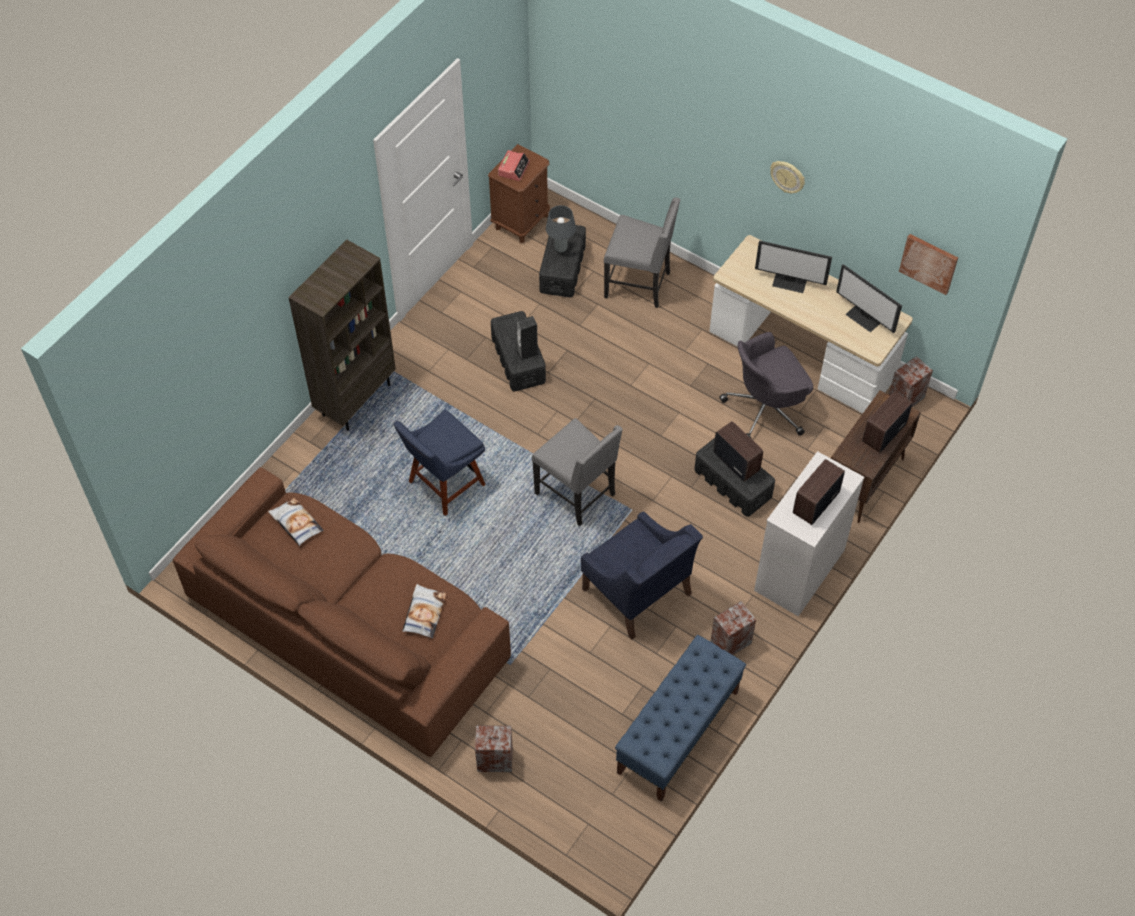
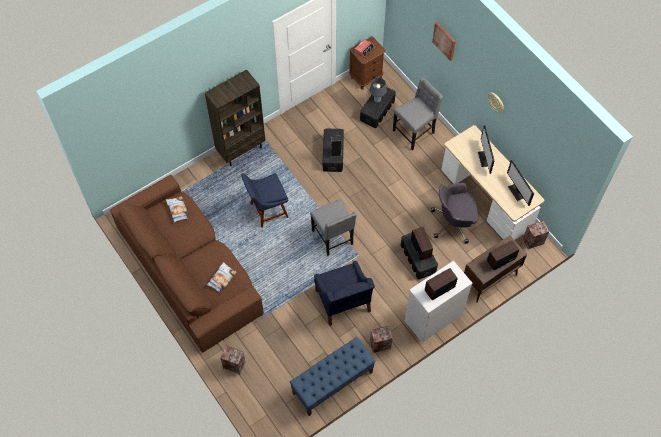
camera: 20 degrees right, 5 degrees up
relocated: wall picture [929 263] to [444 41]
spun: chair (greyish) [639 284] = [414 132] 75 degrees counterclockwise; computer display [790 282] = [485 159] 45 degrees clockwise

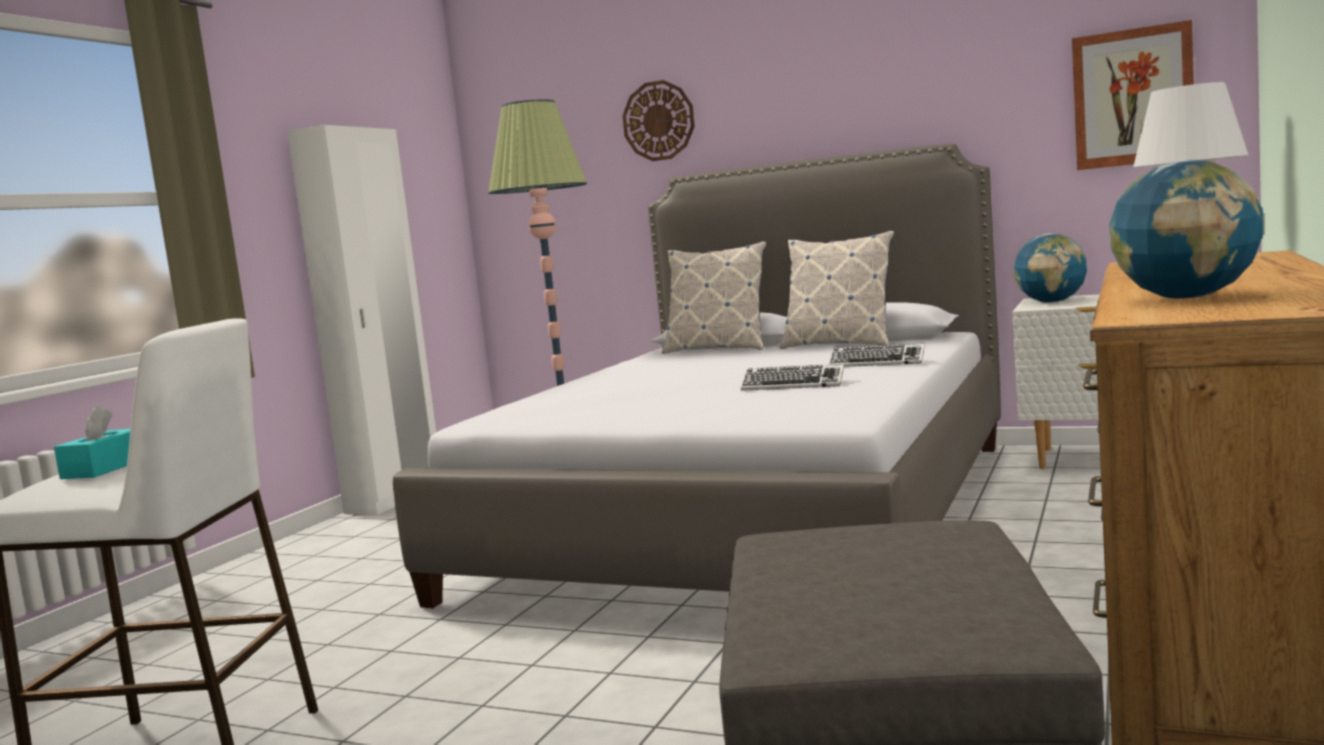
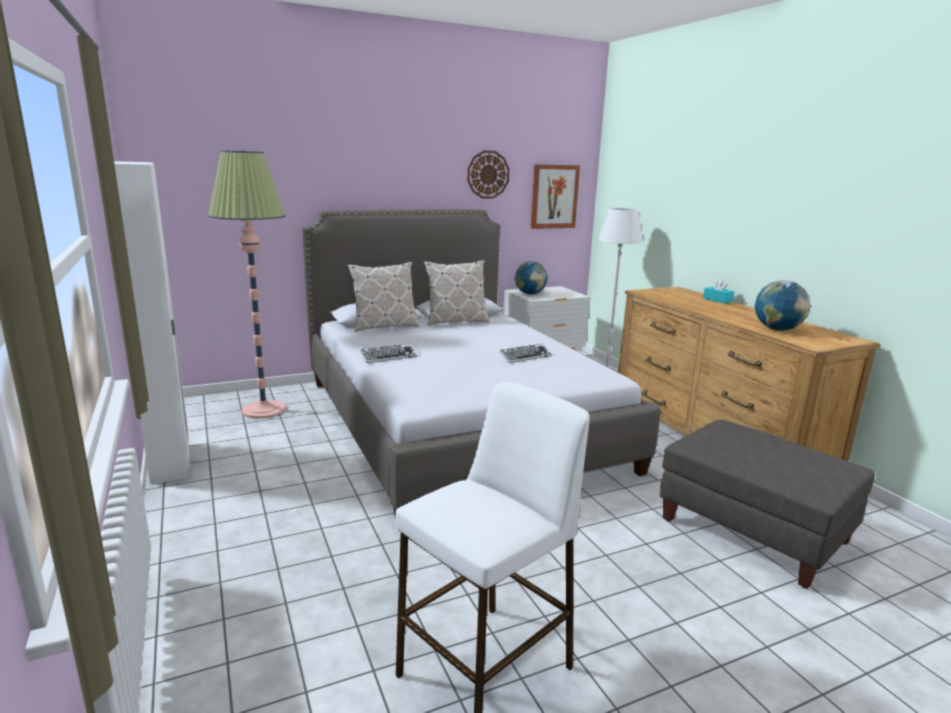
camera: 50 degrees left, 10 degrees up
relocated: tissue holder (blue-green) [104 469] to [717 300]; wall clock [658 121] to [488 174]; keyboard [877 362] to [389 357]

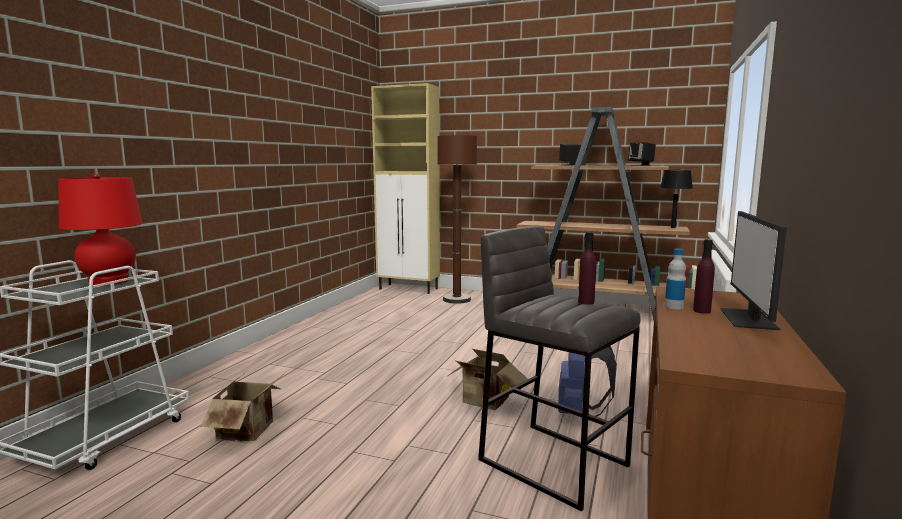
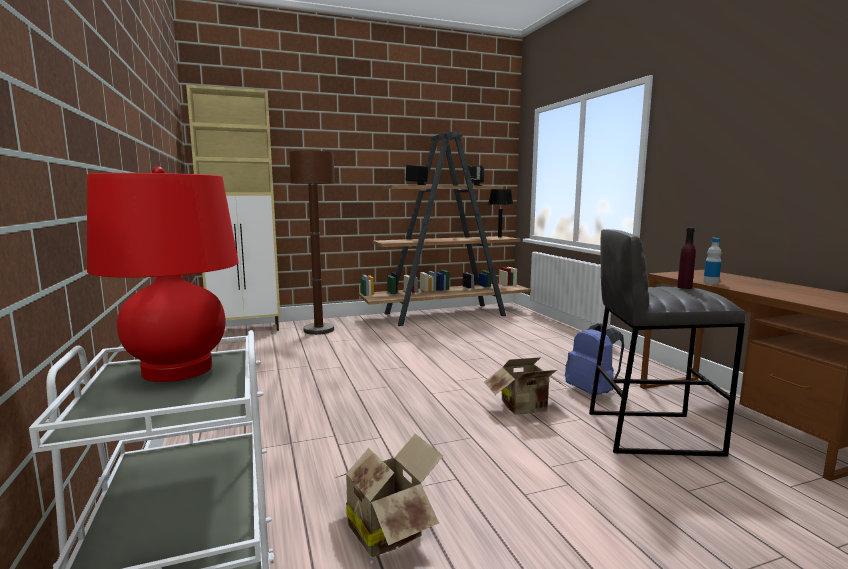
camera: 40 degrees left, 0 degrees up
missing: bottle (purplish) [701 311]; computer display [750 319]

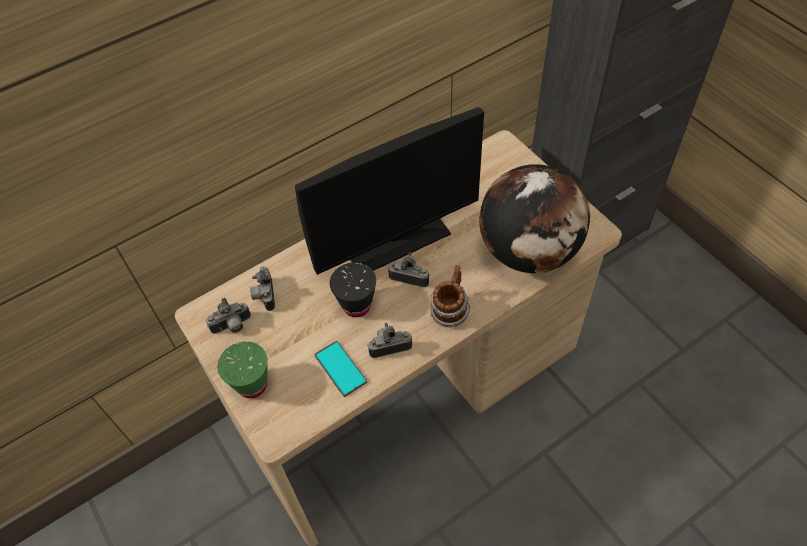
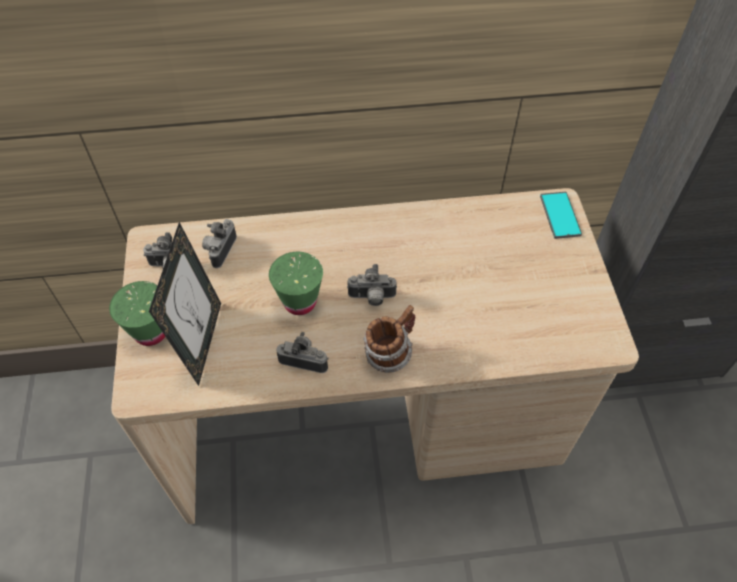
camera: 25 degrees right, 0 degrees up
missing: computer display [395 239]; world globe [529 251]
appeared: photo frame [202 342]
relocated: phone [340 369] to [560 215]
colour: small cup (blackish) [357 305] to small cup (greenish) [300 302]
spun: still camera [410 277] = [372 298] 135 degrees clockwise

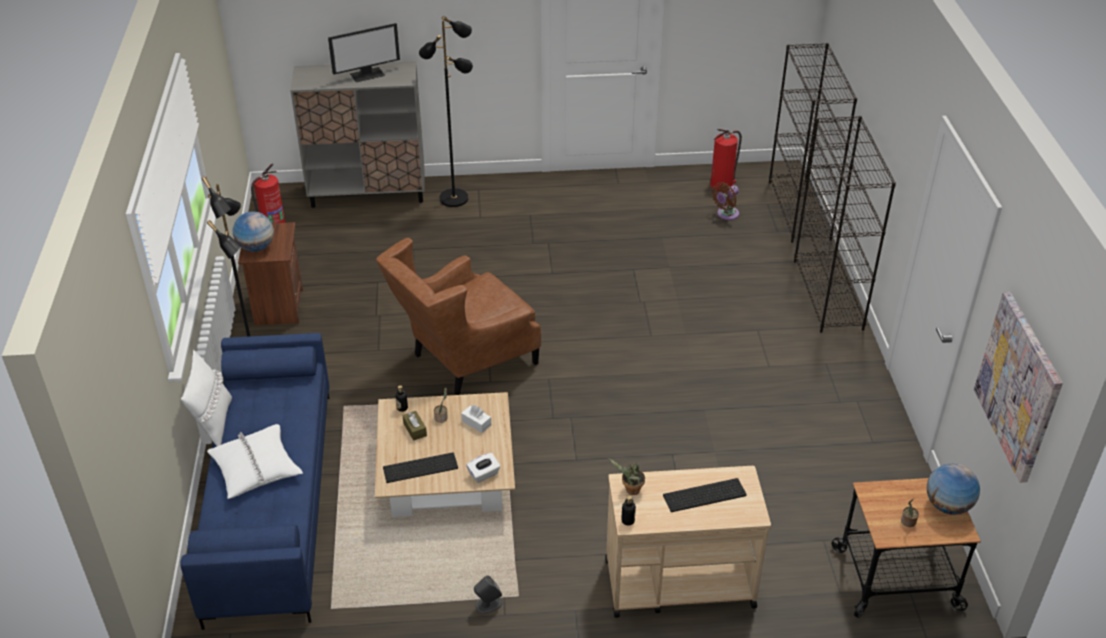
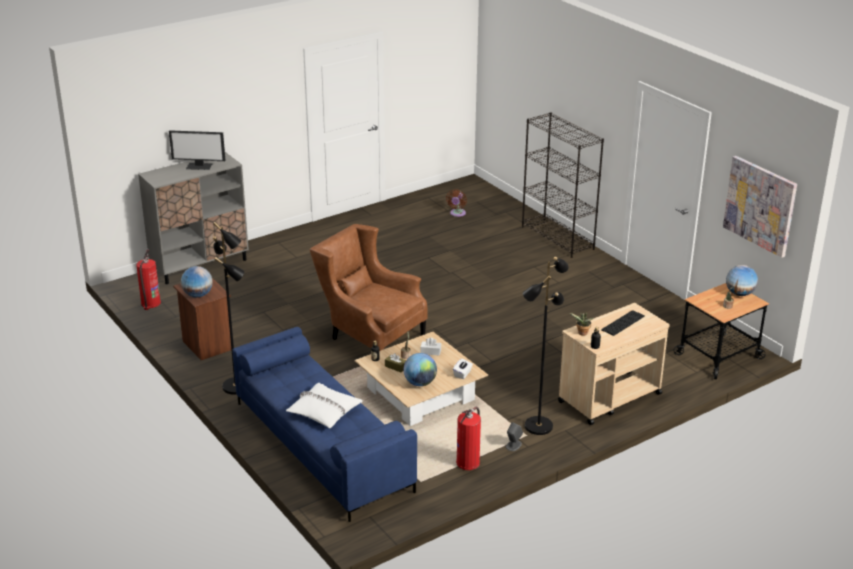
camera: 30 degrees left, 10 degrees down
missing: cushion (white-coloured) [213 423]; shelving unit (blackish) [799 211]
relocated: standing lamp (blackish) [454 198] to [538 426]; fire extinguisher [722 185] to [468 462]
exchanged: keyboard [421 467] to world globe [420 383]
spun: computer display [367 74] = [199 166] 60 degrees clockwise; easy chair (brownish) [464 361] = [370 335] 105 degrees clockwise

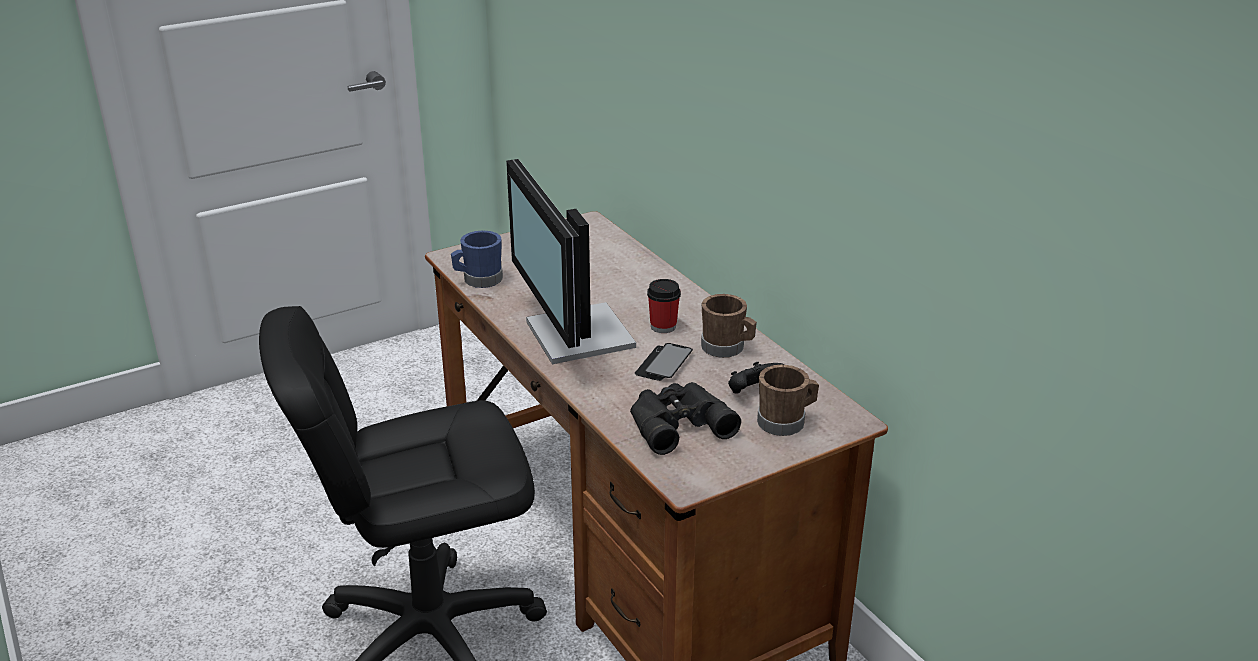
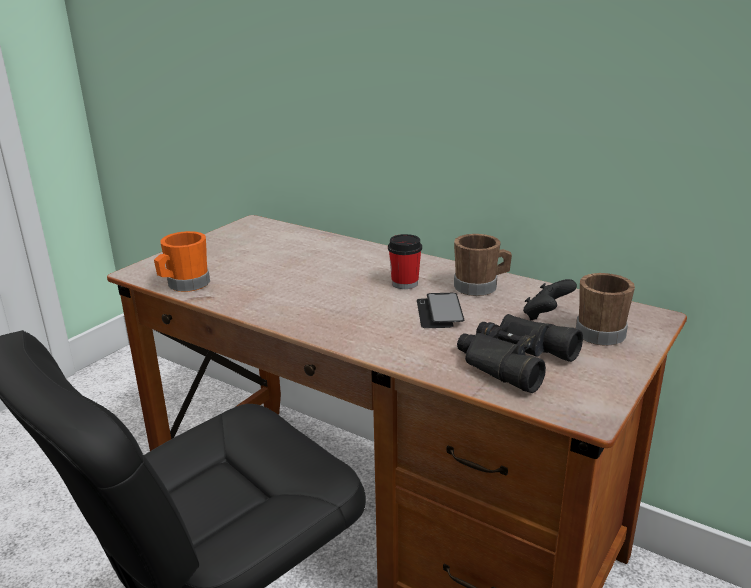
camera: 25 degrees left, 5 degrees down
missing: computer display [575 336]
colour: coffee mug (blue) [478 280] to coffee mug (orange) [185 285]

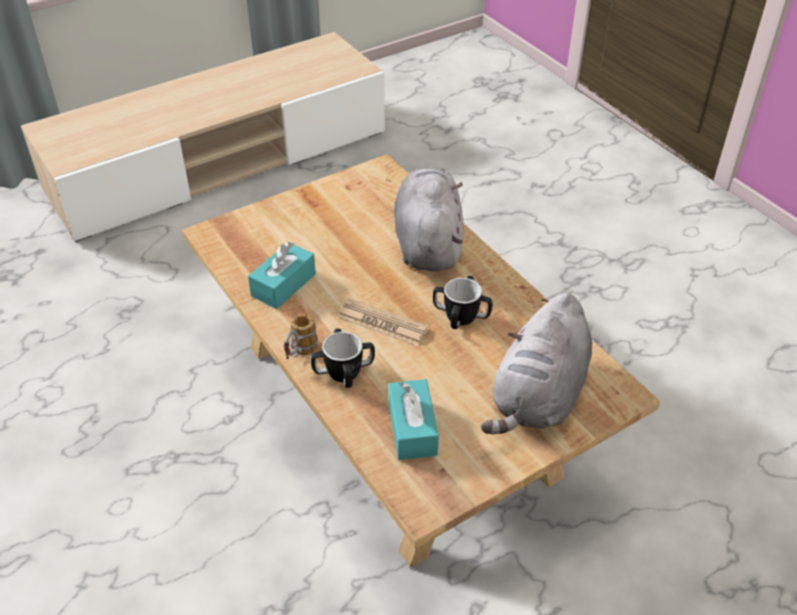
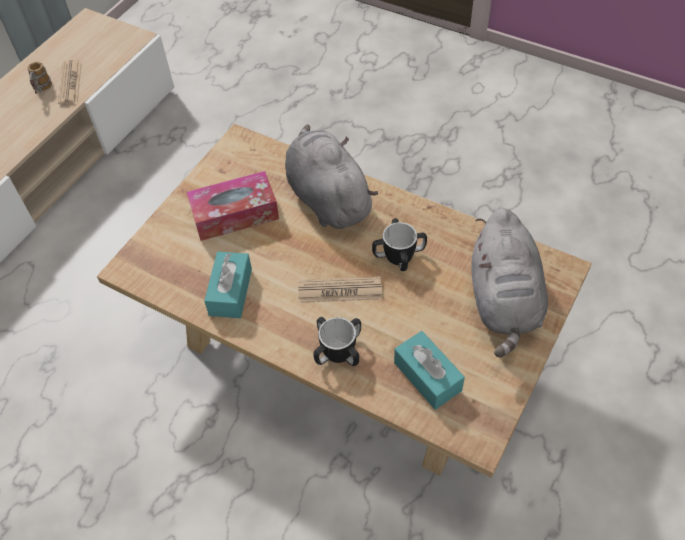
camera: 25 degrees left, 10 degrees up
appeared: daily paper [70 83]; tissue holder [235 214]
relocated: coffee mug [299 354] to [42 91]

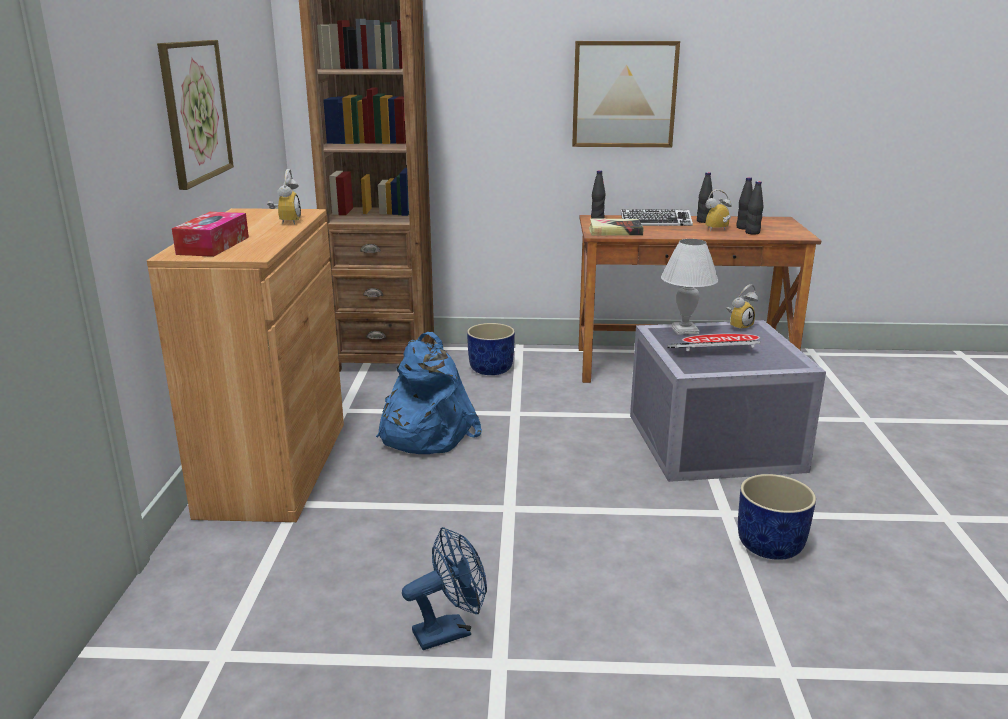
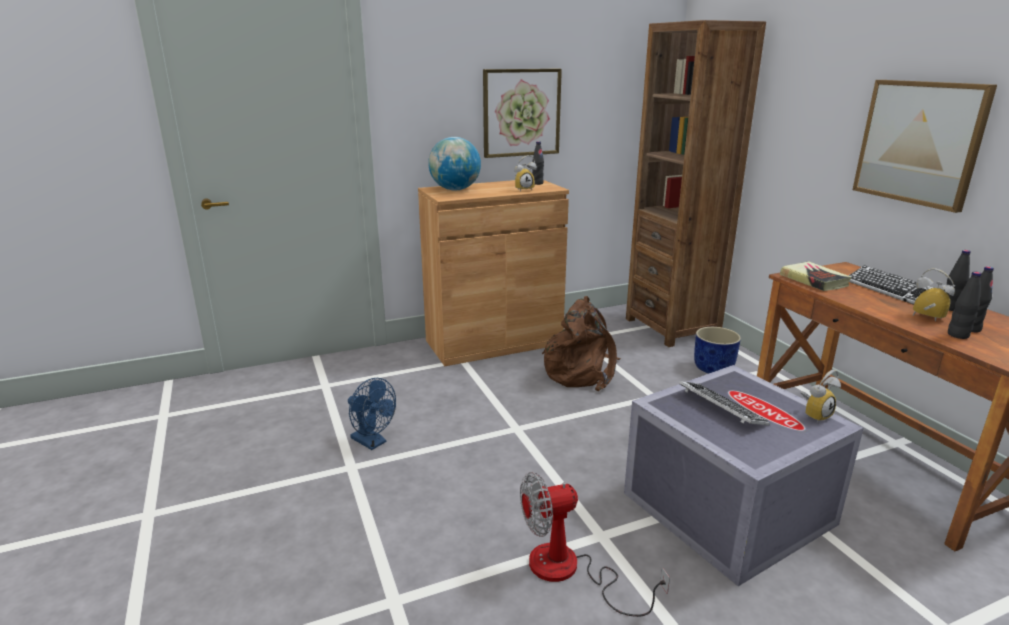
camera: 65 degrees right, 0 degrees up
missing: lamp for a table (white-coloured) [685 330]
relocated: bottle (blackish) [597 219] to [537 183]
exchanged: tissue holder [213 245] to world globe [455 190]; plant pot (blue) [771 545] to electric fan [569 571]
colour: backpack (blue) [423 433] to backpack (brownish) [581 372]
spun: table clock [738 326] = [814 414] 60 degrees counterclockwise

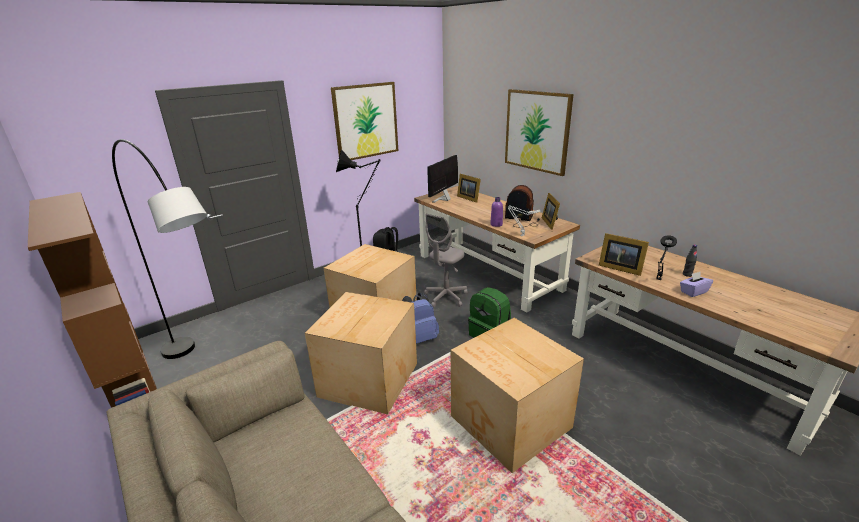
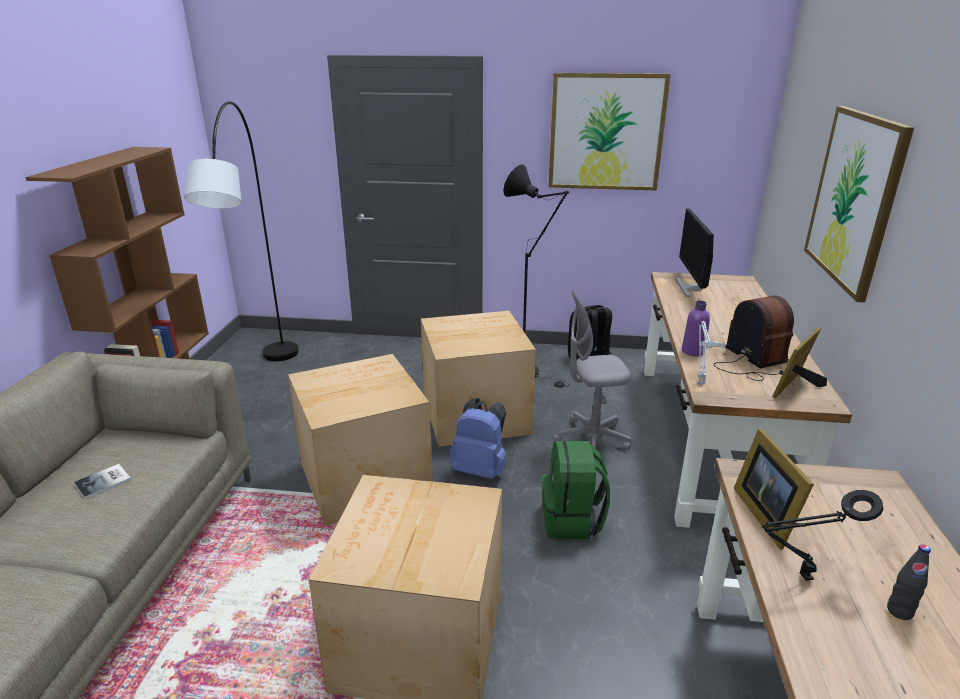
camera: 45 degrees right, 0 degrees up
missing: photo frame [468 198]; tissue holder (purplish) [693 292]
appeared: bound book [105 482]
spun: computer display [444 199] = [690 287] 75 degrees counterclockwise

